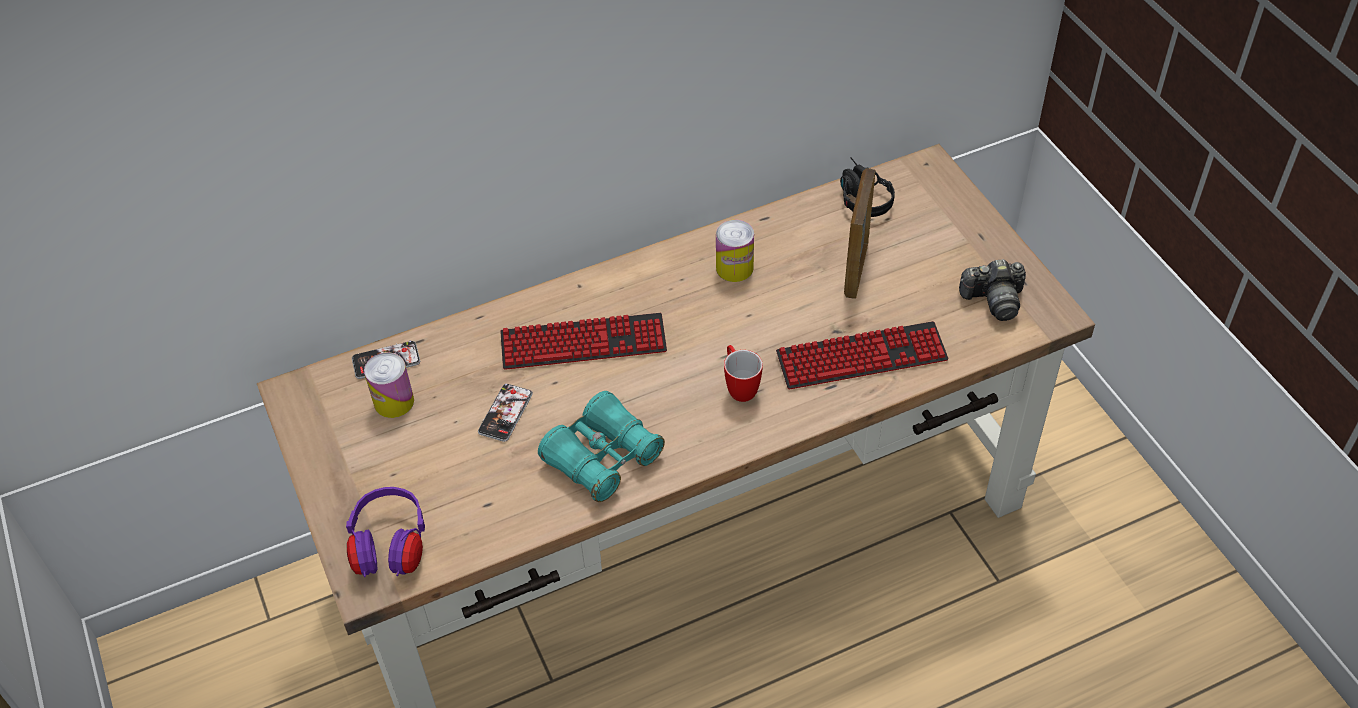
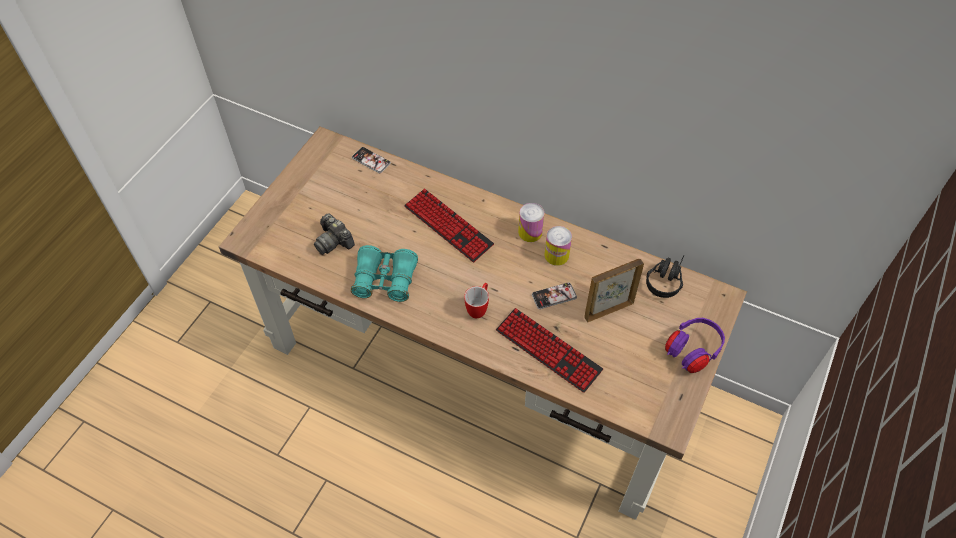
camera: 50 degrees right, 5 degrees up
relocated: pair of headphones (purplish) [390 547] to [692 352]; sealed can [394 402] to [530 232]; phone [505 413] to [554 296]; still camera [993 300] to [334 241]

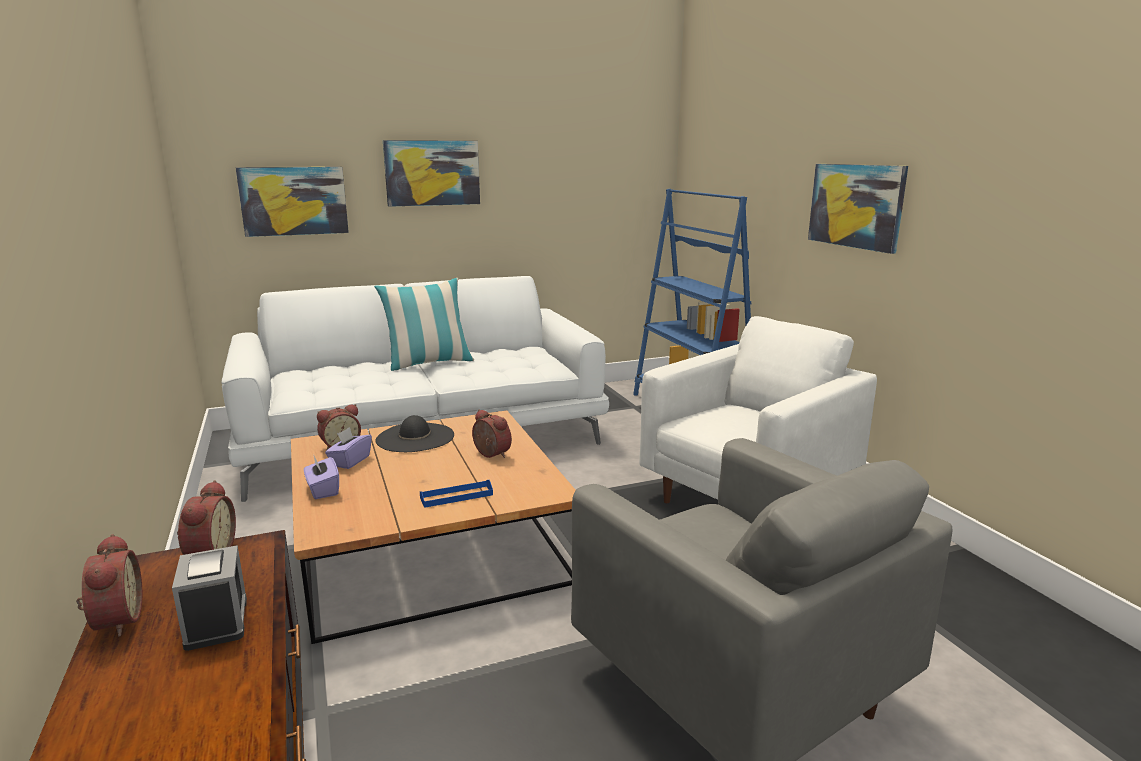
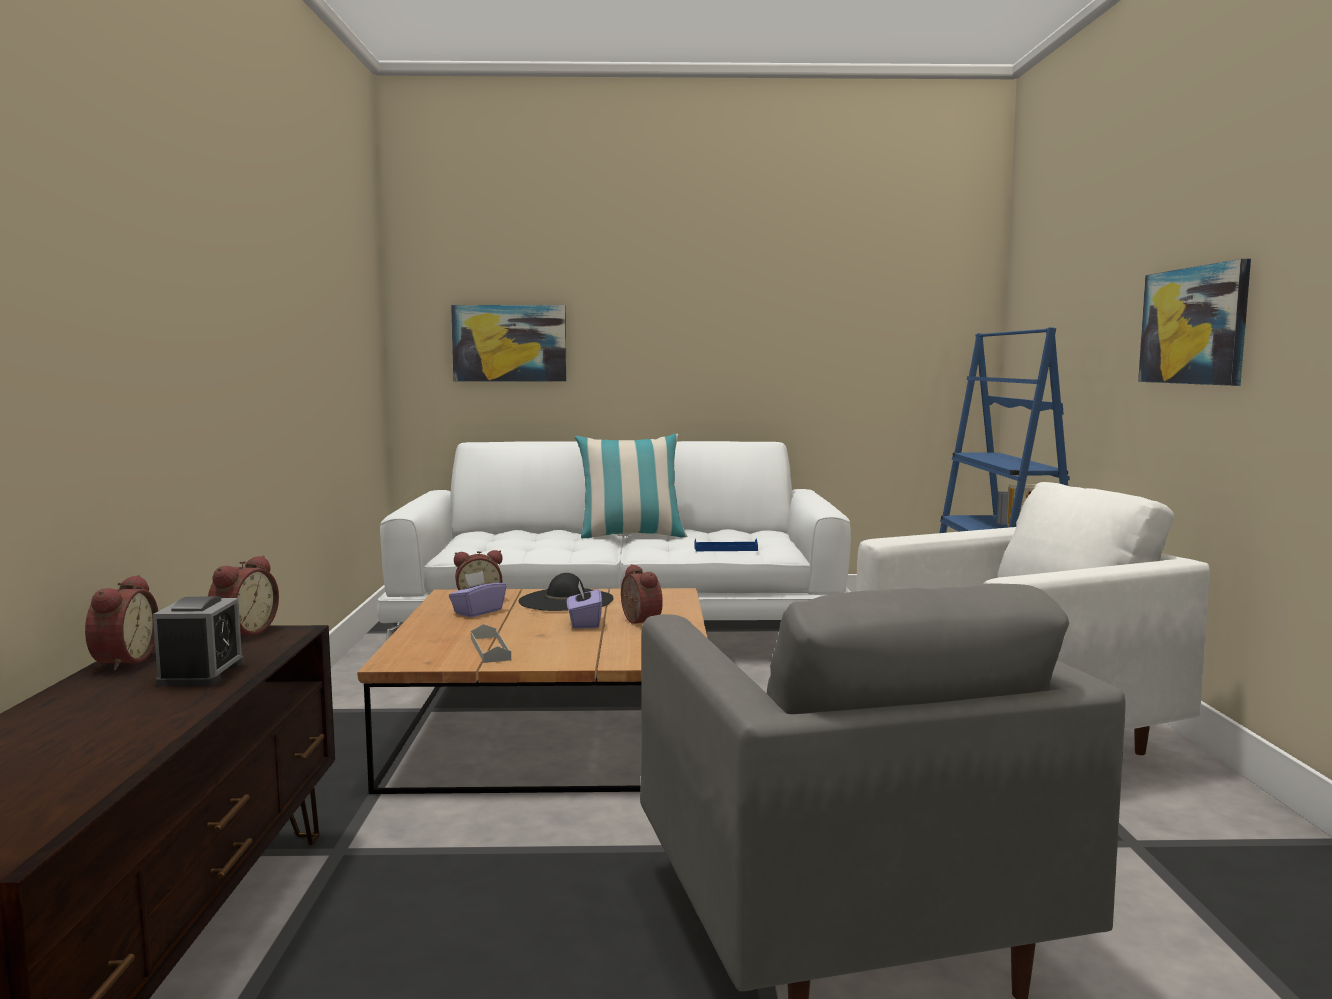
camera: 20 degrees right, 10 degrees down
missing: wall picture [432 173]
appeared: serving tray (greyish) [490 649]
relocated: tissue holder (purplish) [323 490] to [584 623]; serving tray (blue) [456 496] to [725 549]

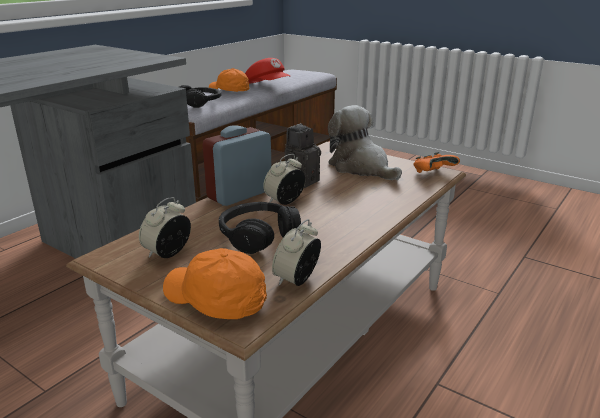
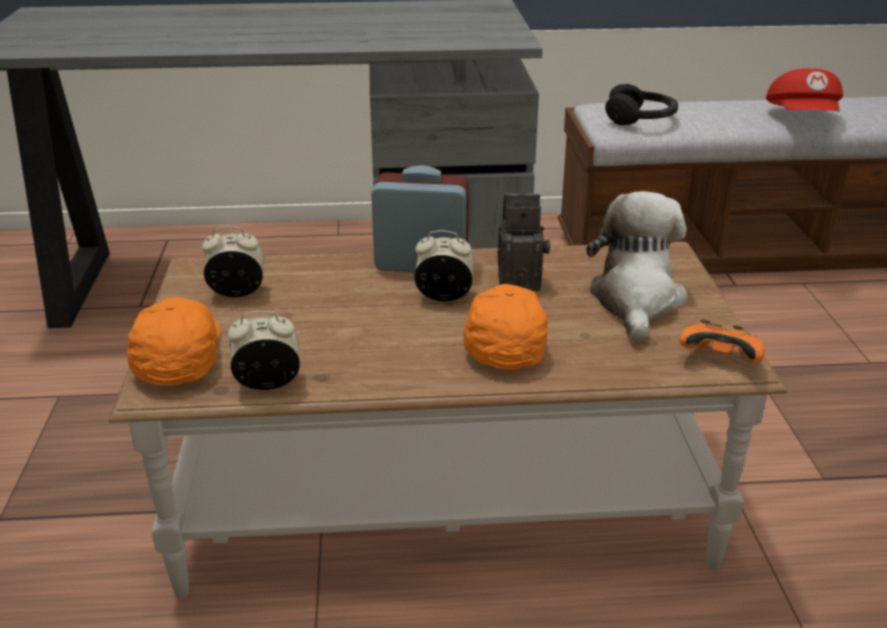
camera: 50 degrees right, 5 degrees up
missing: pair of headphones (blackish) [258 236]
relocated: cap (orange) [229 91] to [503 342]

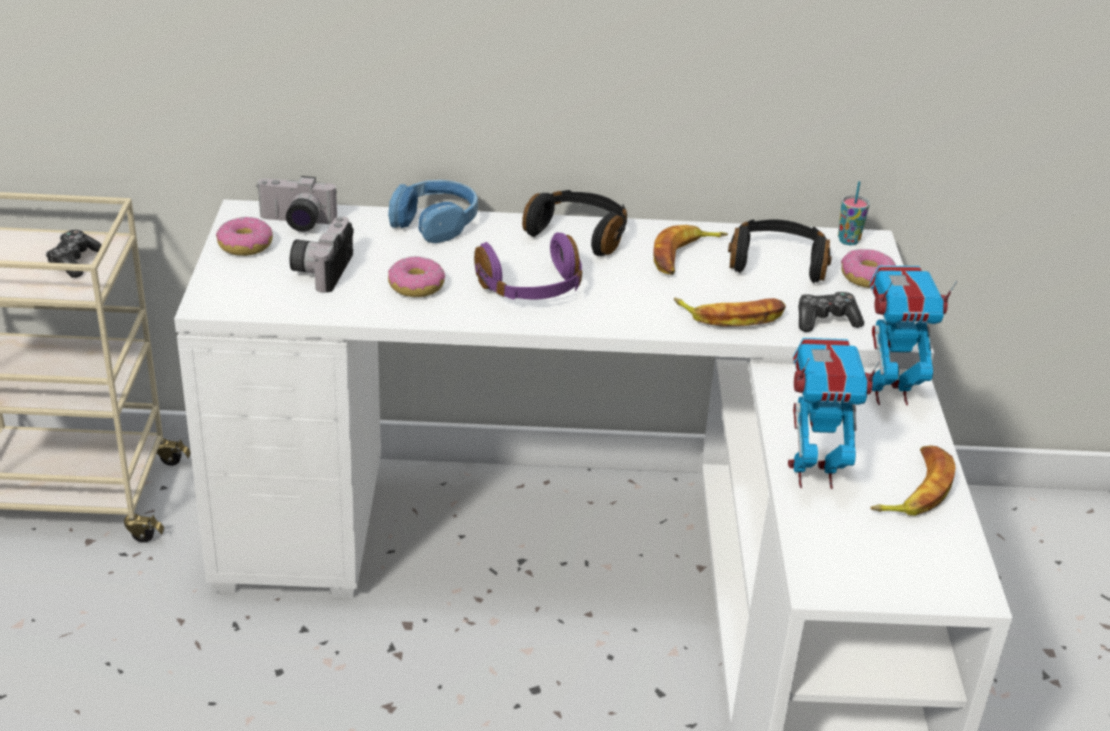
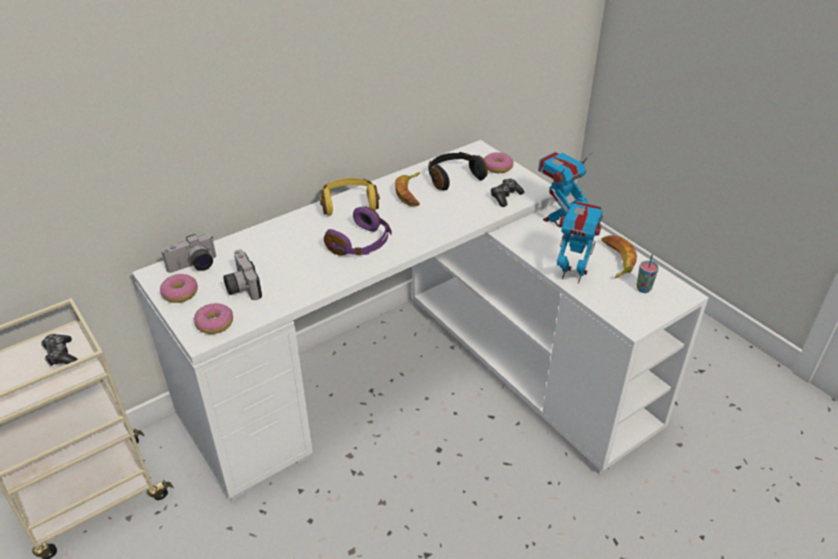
camera: 35 degrees left, 5 degrees up
missing: pair of headphones (blue) [435 223]; banana [732 316]
relocated: ring doughnut [416 286] to [215 323]; small cup [848 241] to [643 289]
colour: pair of headphones (blackish) [579 234] to pair of headphones (yellowish) [349 204]
spun: robot figure [812 474] = [572 274] 60 degrees clockwise

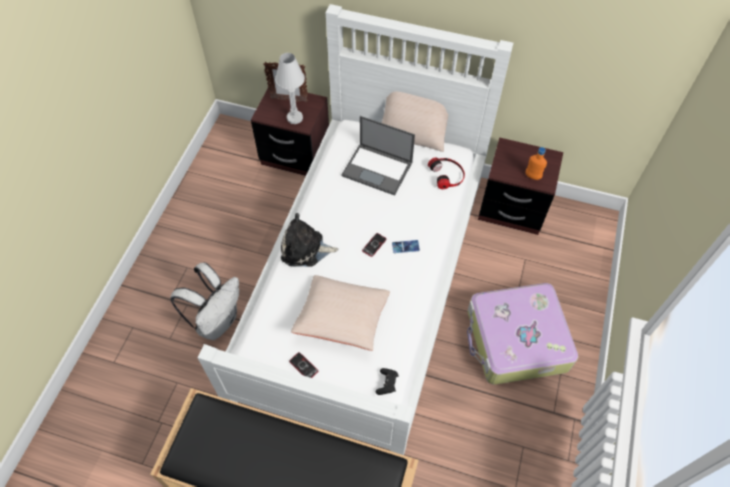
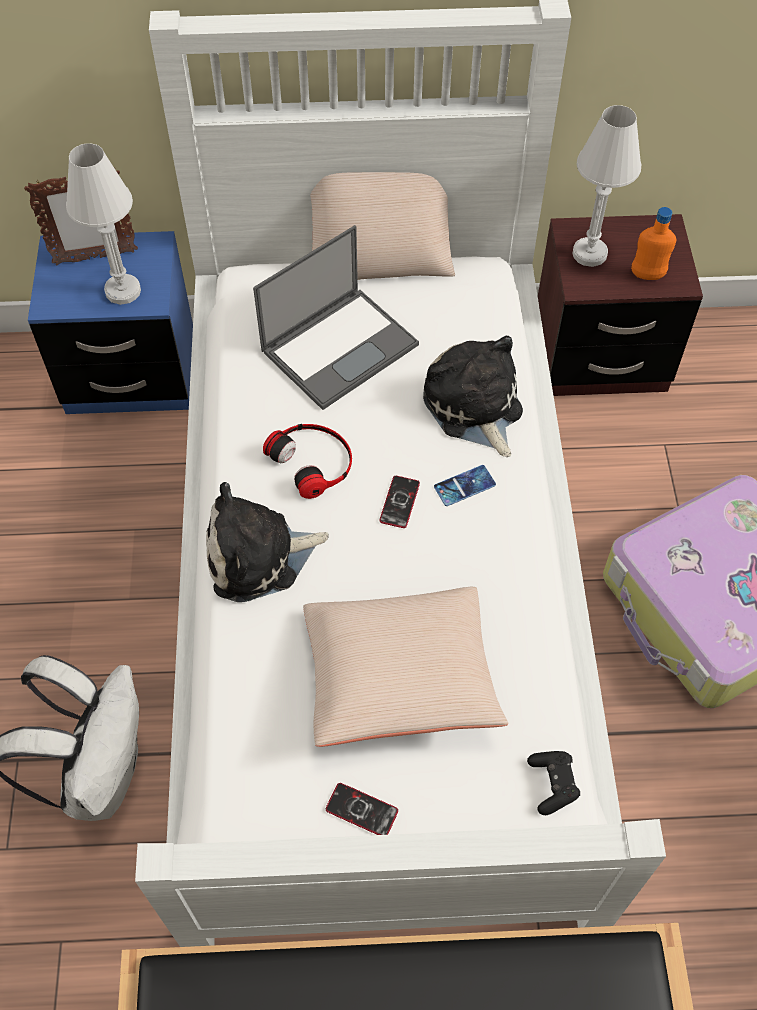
camera: 20 degrees left, 0 degrees up
appeared: cuddly toy [474 408]; lamp for a table (white-coloured) [589 254]
relocated: pair of headphones [447 175] to [313 461]
colour: night table (brownish) [295 155] to night table (blue) [131 374]
spun: notebook computer [378 169] = [340 346] 45 degrees counterclockwise

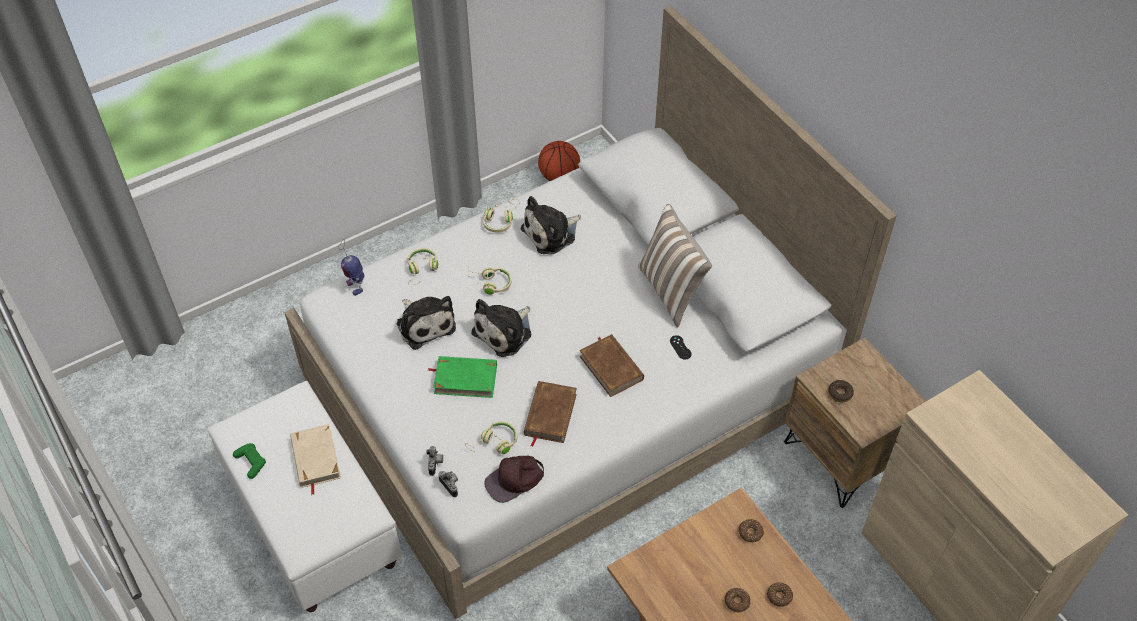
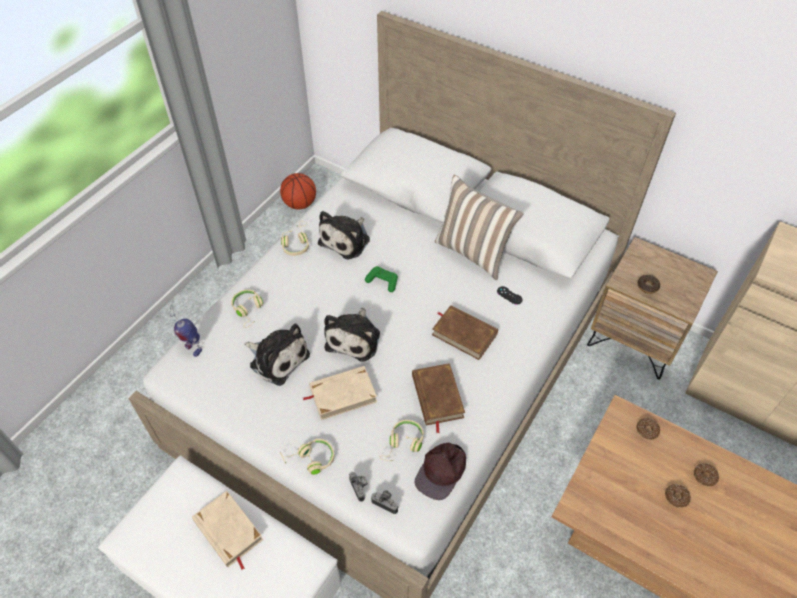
camera: 25 degrees left, 0 degrees up
relocated: joypad (greenish) [251 462] to [382 282]; pair of headphones (beige-coloured) [490 283] to [310 459]
colour: bound book (greenish) [465 379] to bound book (beige-coloured) [342 394]

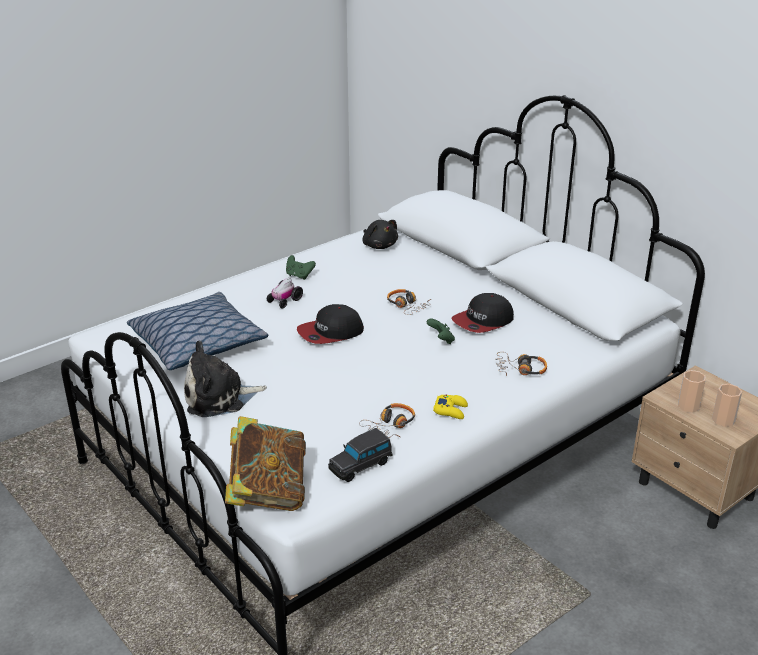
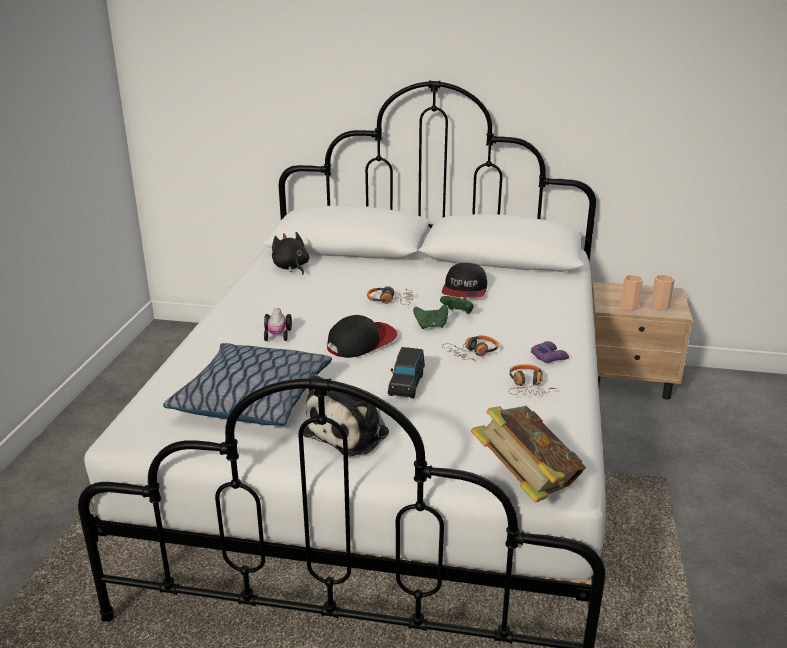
camera: 40 degrees left, 5 degrees down
relocated: joypad (greenish) [299 276] to [431 326]; toy car (blackish) [361 465] to [407 384]; pair of headphones [520 370] to [473 353]
colour: joypad (yellowish) [451 410] to joypad (purplish) [549 356]
spun: cap [330 333] = [361 342] 150 degrees counterclockwise; cuddly toy (blackish) [379 245] = [291 267] 135 degrees counterclockwise

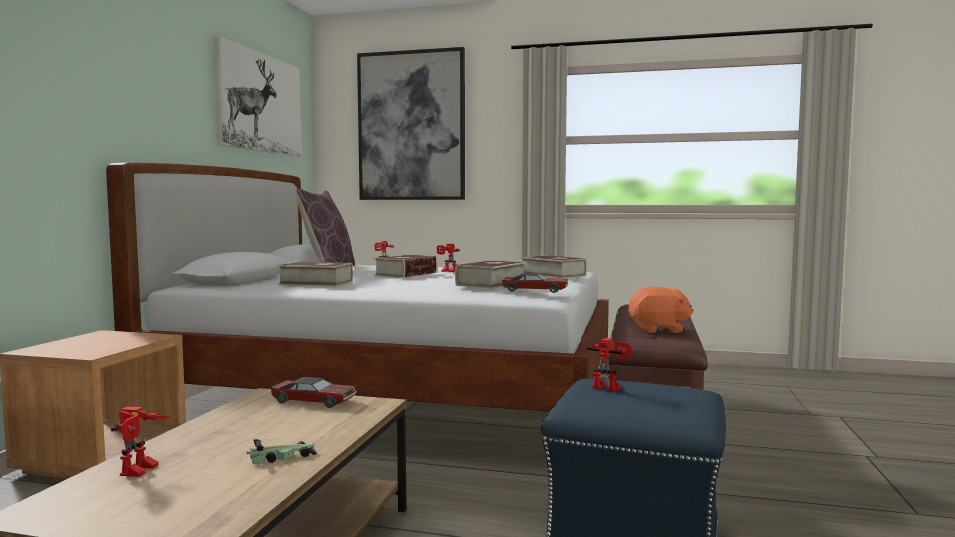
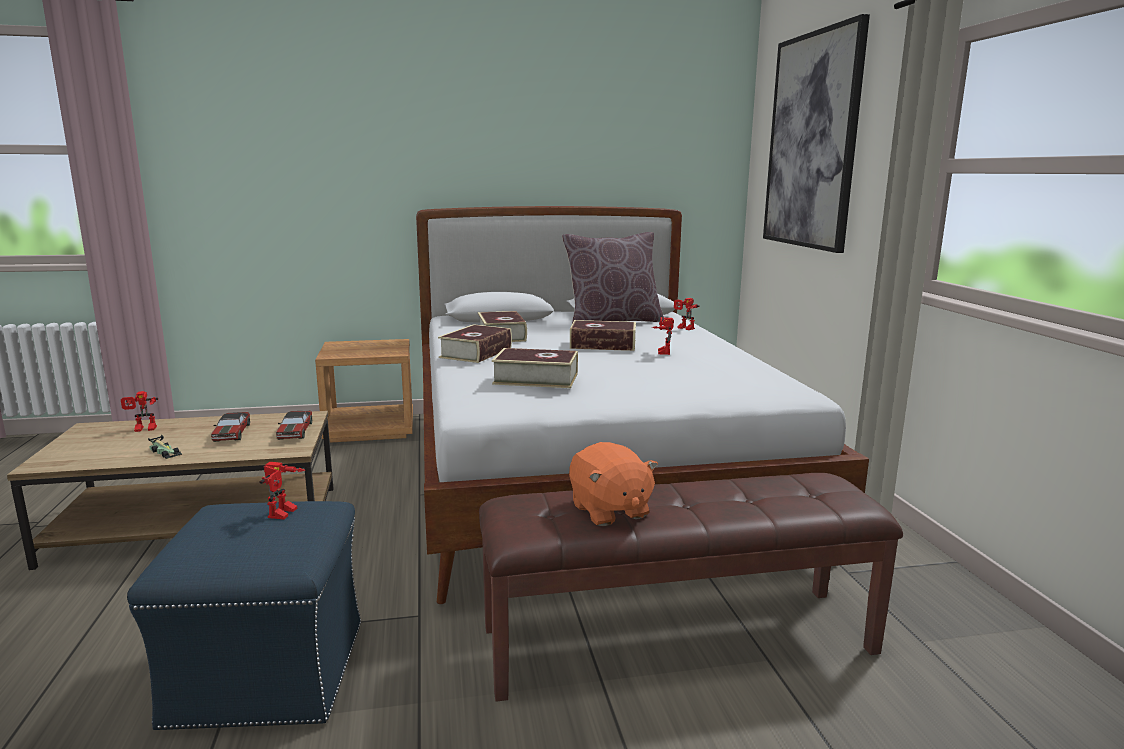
camera: 65 degrees right, 10 degrees up
missing: wall picture [260 102]
relocated: toy car [535 290] to [232 433]; bound book [553 275] to [476 353]

